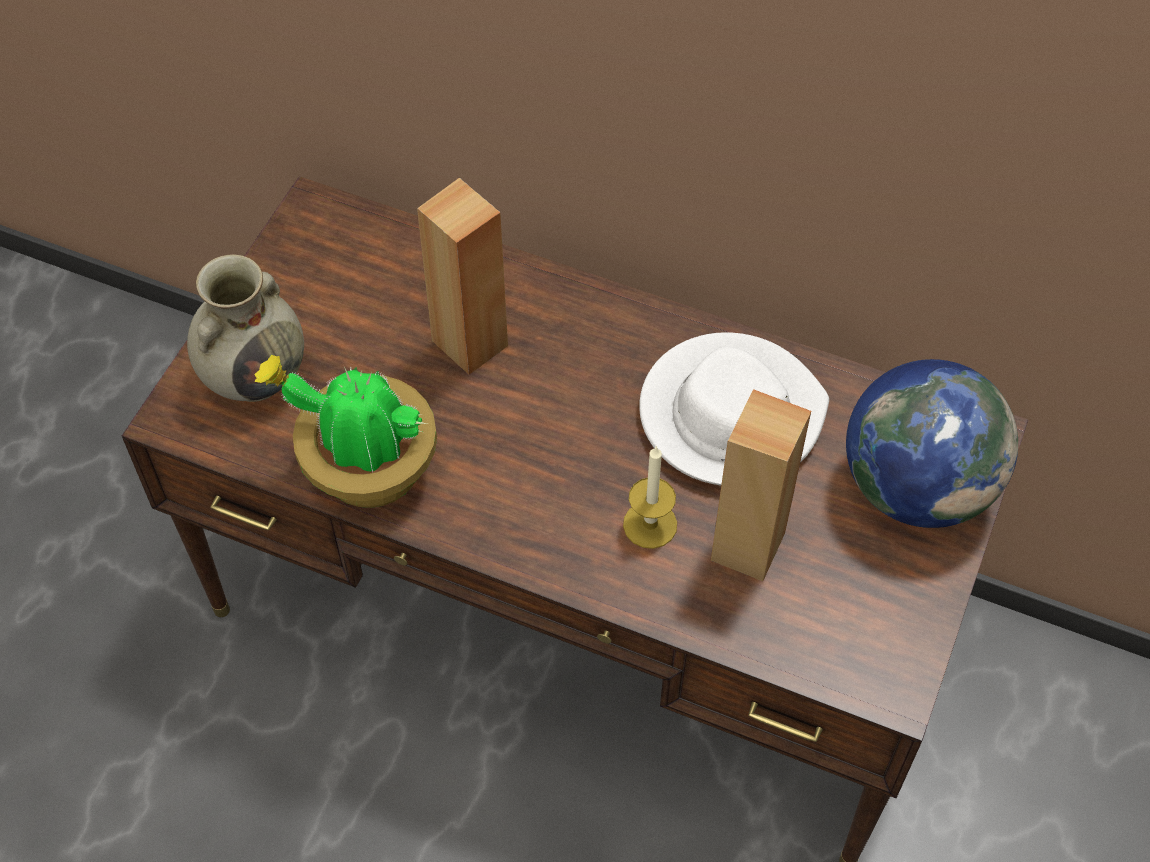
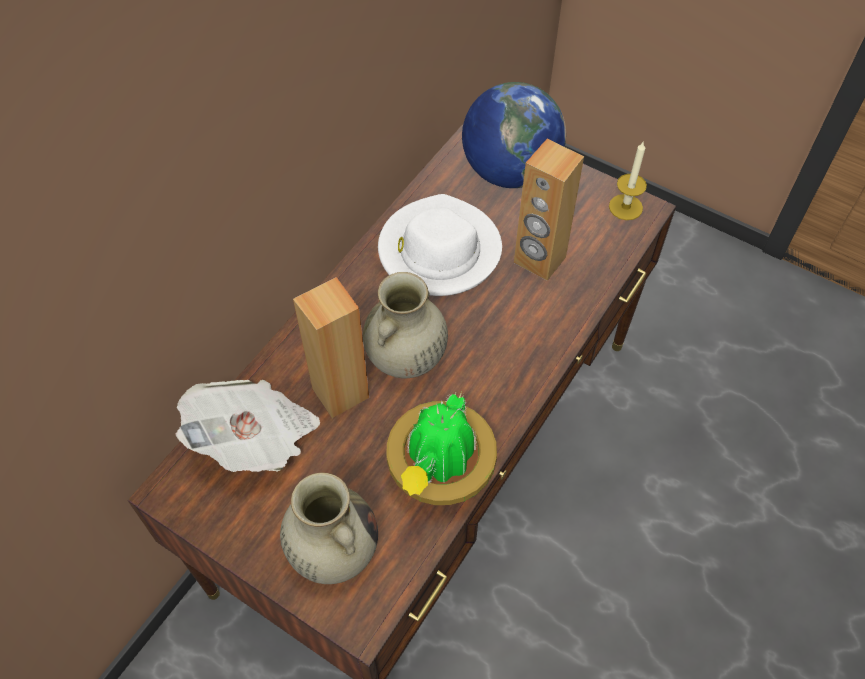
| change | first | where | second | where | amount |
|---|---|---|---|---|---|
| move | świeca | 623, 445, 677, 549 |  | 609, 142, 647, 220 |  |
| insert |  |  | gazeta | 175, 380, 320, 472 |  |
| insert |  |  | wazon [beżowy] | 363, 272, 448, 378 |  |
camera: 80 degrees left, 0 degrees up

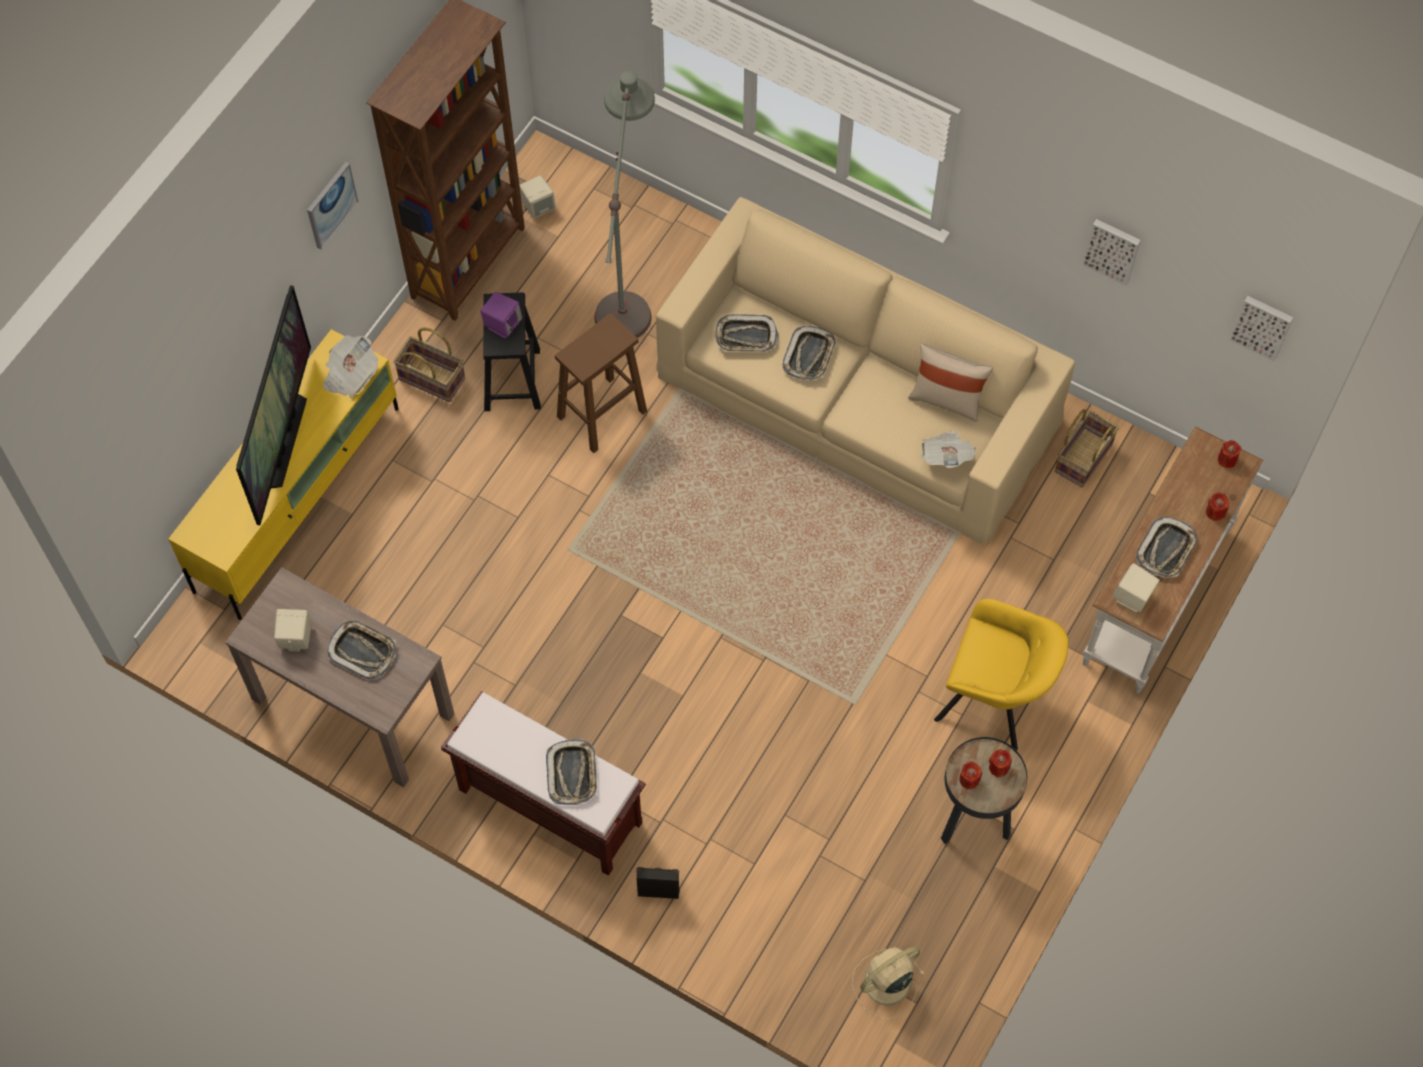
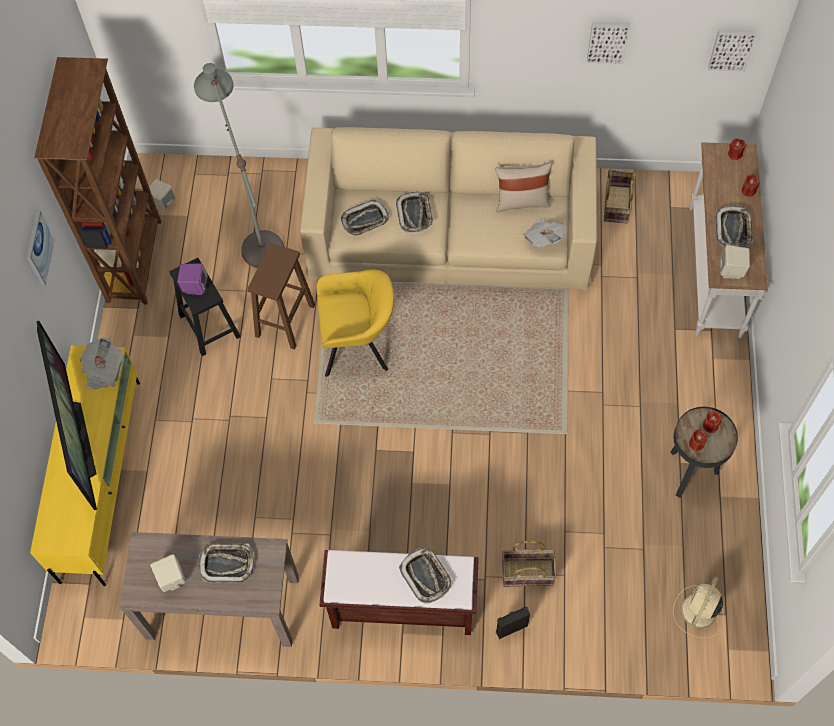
| change | first | where | second | where | amount |
|---|---|---|---|---|---|
| move | koszyk | 394, 327, 465, 402 |  | 502, 540, 557, 587 |  |
| move | fotel [żółty] | 934, 599, 1068, 751 |  | 317, 269, 394, 377 |  |
camera: 25 degrees left, 0 degrees up

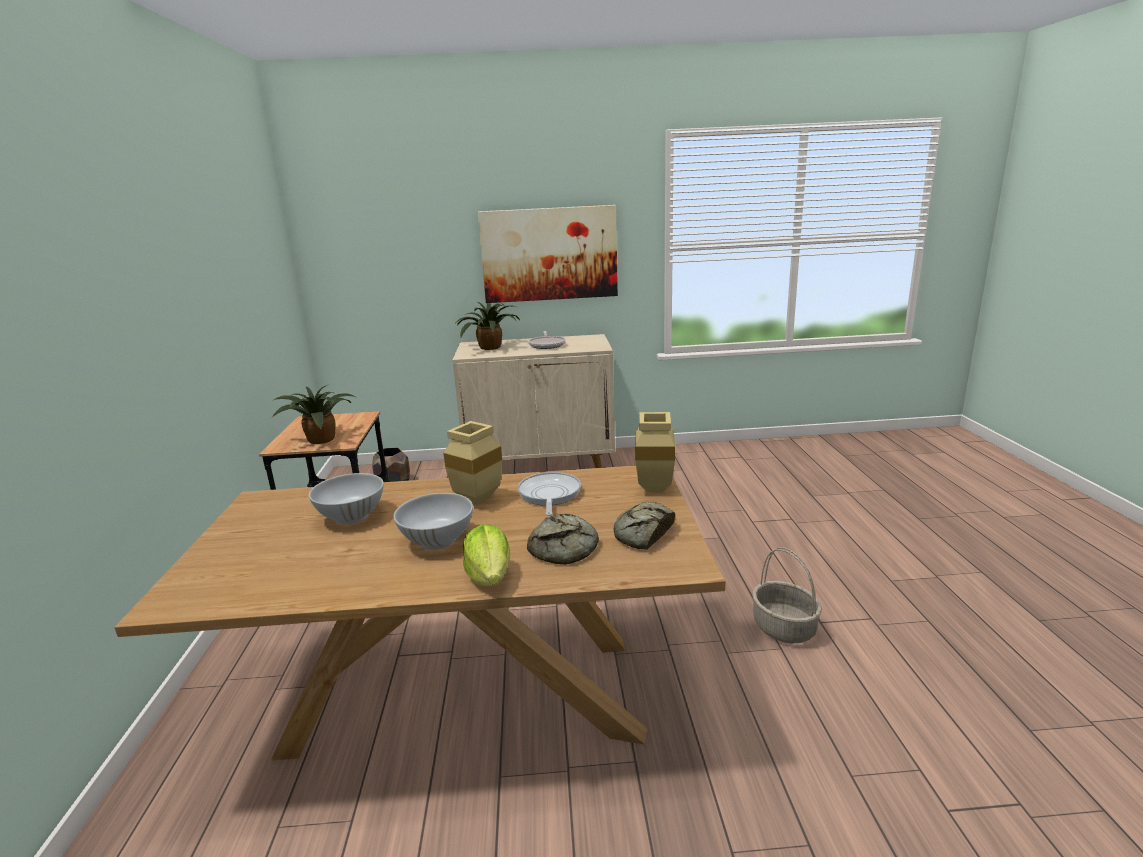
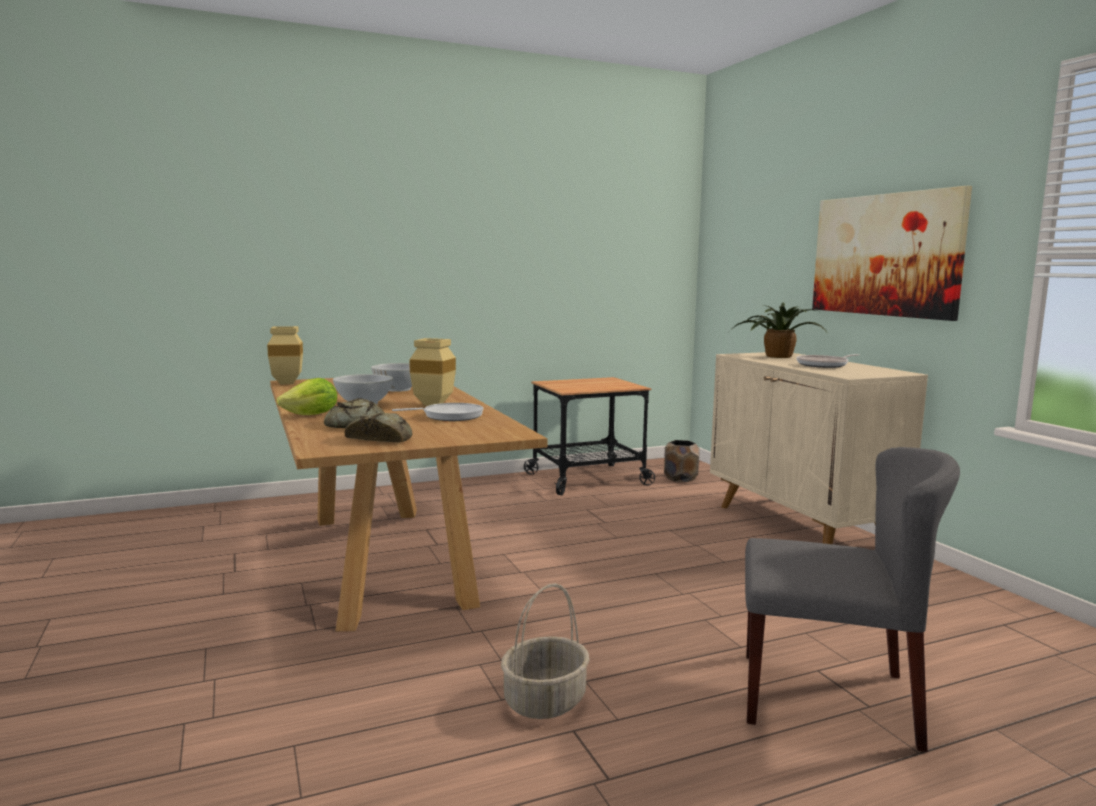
| change | first | where | second | where | amount |
|---|---|---|---|---|---|
| delete | roślina doniczkowa | 272, 384, 355, 444 |  |  |  |
| move | wazon [beżowy] | 635, 412, 675, 493 |  | 267, 326, 303, 384 |  |
| insert |  |  | krzesło [szary] | 745, 447, 960, 752 |  |
camera: 70 degrees right, 10 degrees down

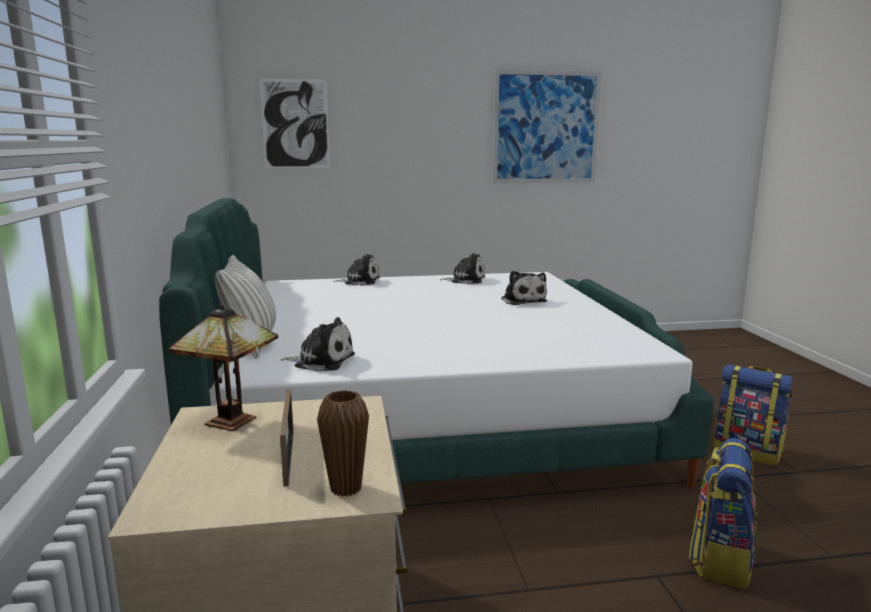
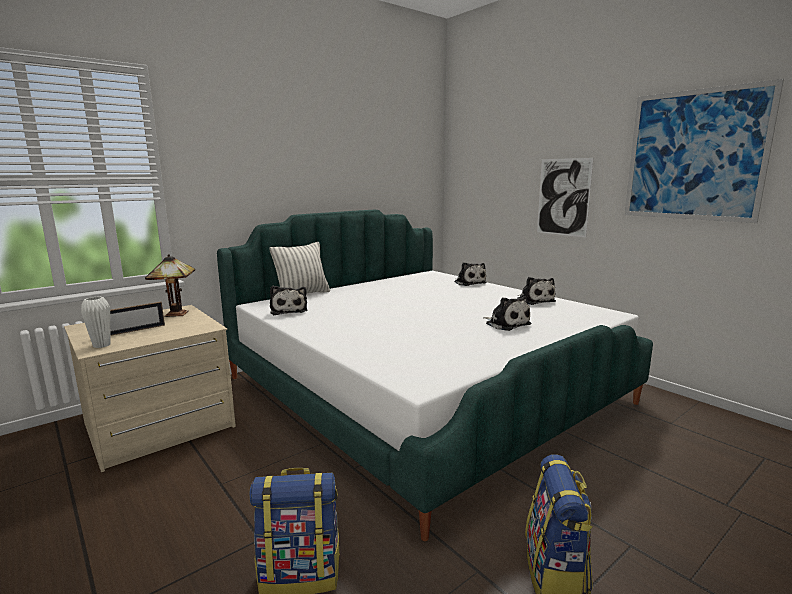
| change | first | where | second | where | amount |
|---|---|---|---|---|---|
| move | obraz | 259, 79, 330, 168 |  | 537, 158, 594, 237 |  |
| recolor | wazon [brązowy] | 317, 390, 369, 497 | wazon [biały] | 81, 296, 111, 348 |  |
| rotate | pluszak | 501, 271, 547, 305 |  | 483, 296, 532, 331 | 75 degrees counterclockwise |
camera: 60 degrees right, 0 degrees up

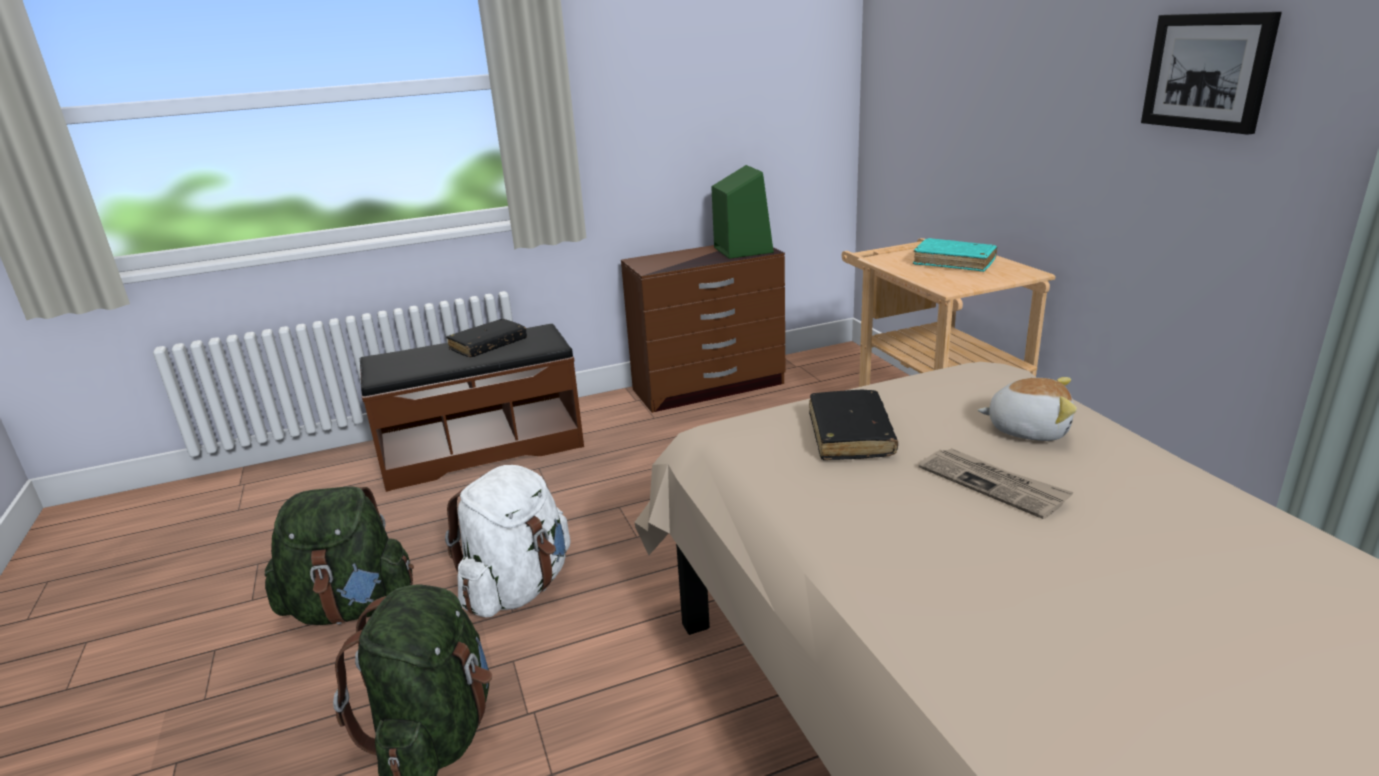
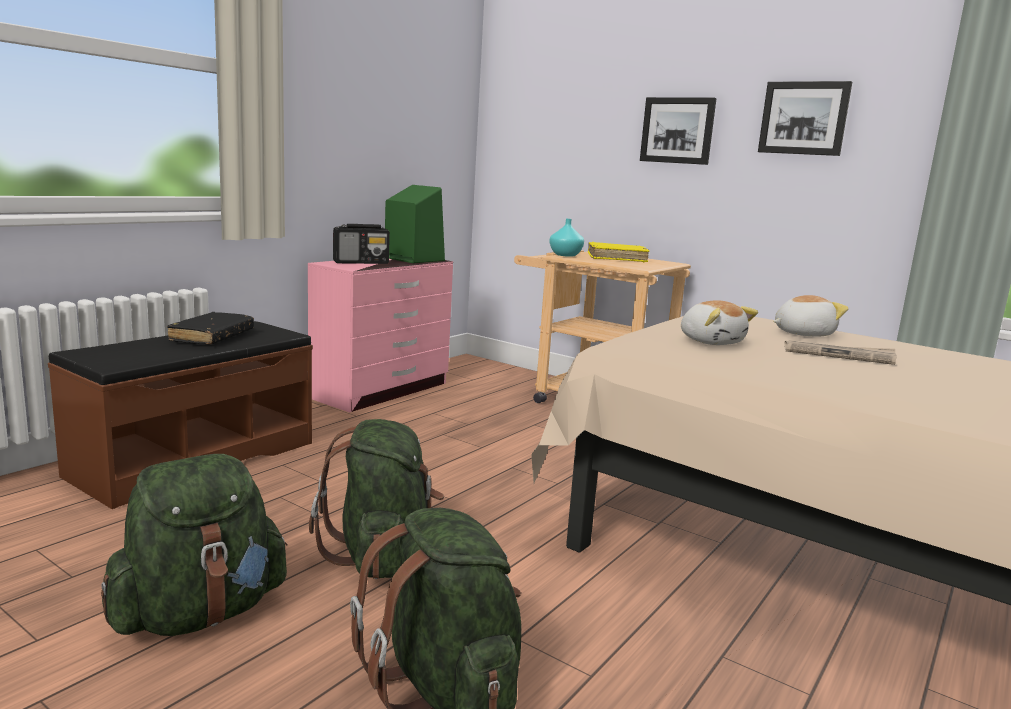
| change | first | where | second | where | amount |
|---|---|---|---|---|---|
| recolor | plecak [biały] | 445, 465, 570, 617 | plecak [zielony] | 309, 419, 444, 579 |  |
| recolor | komoda [brązowy] | 621, 245, 785, 413 | komoda [różowy] | 308, 259, 453, 413 |  |
| replace | książka [czarny] | 809, 390, 898, 460 | pluszak | 681, 300, 758, 345 |  |
| recolor | książka [turkusowy] | 913, 238, 998, 272 | książka [żółty] | 588, 242, 650, 262 |  |
| insert |  |  | radio | 333, 224, 390, 264 |  |
| insert |  |  | wazon [turkusowy] | 549, 219, 584, 257 |  |
| insert |  |  | obraz | 640, 97, 717, 165 |  |
camera: 35 degrees left, 10 degrees down

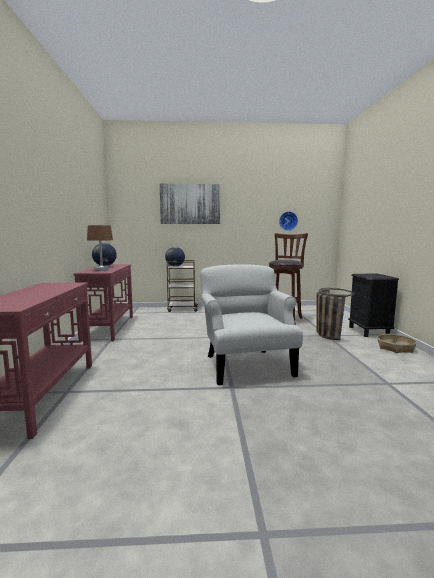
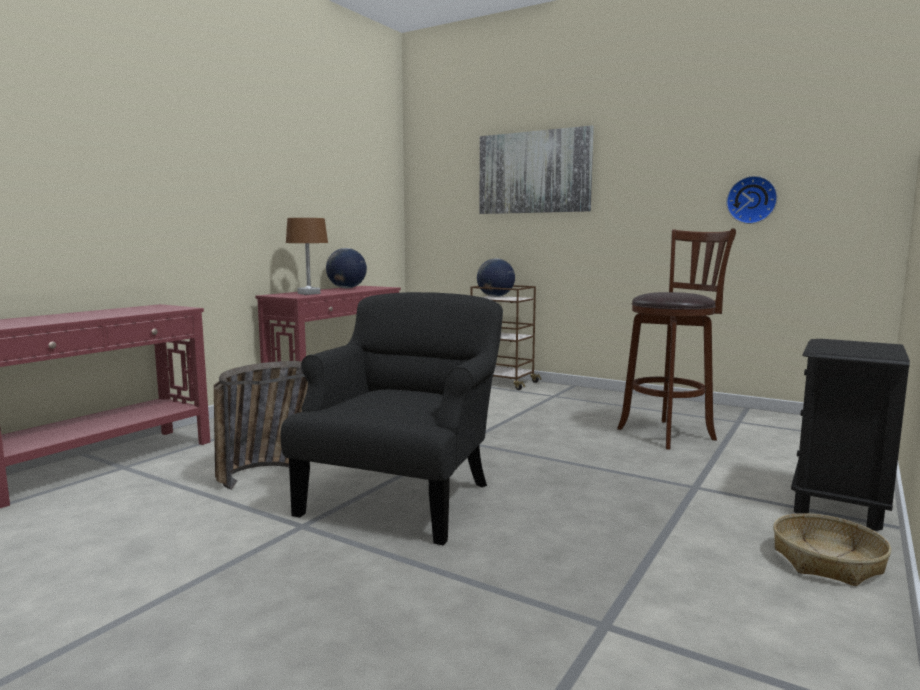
| change | first | where | second | where | amount |
|---|---|---|---|---|---|
| recolor | fotel [biały] | 200, 264, 303, 385 | fotel [czarny] | 281, 292, 503, 545 |  |
| move | koszyk | 316, 288, 355, 340 |  | 214, 361, 308, 490 |  |
camera: 35 degrees right, 0 degrees up

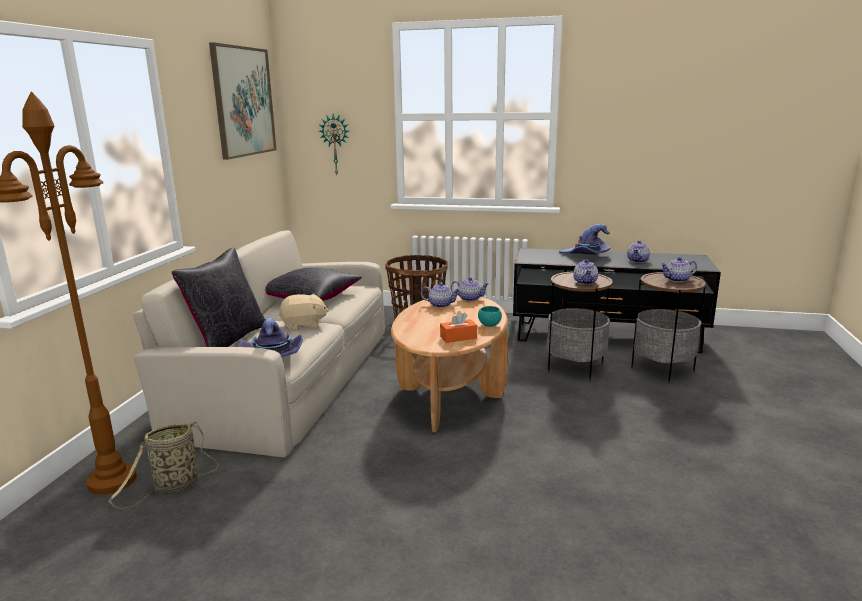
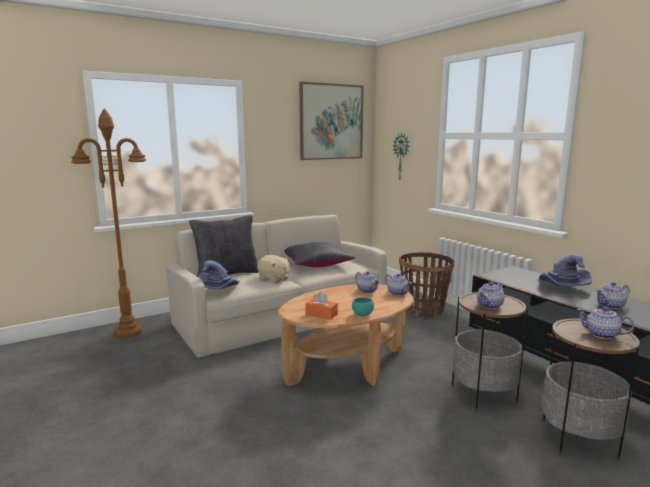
| change | first | where | second | where | amount |
|---|---|---|---|---|---|
| delete | koszyk | 109, 421, 219, 509 |  |  |  |
camera: 45 degrees right, 5 degrees down

